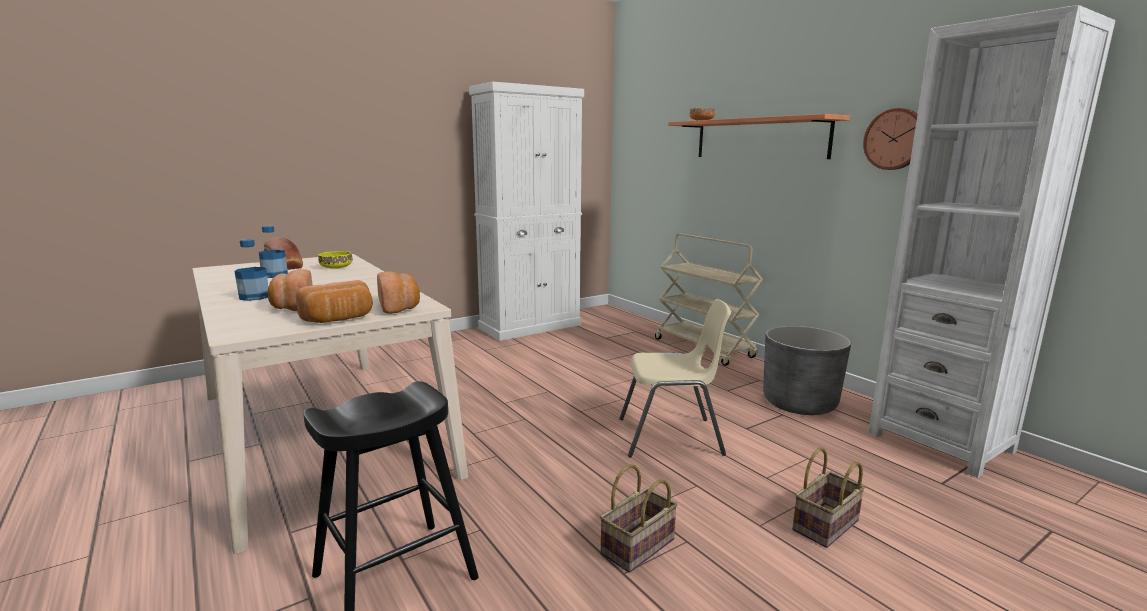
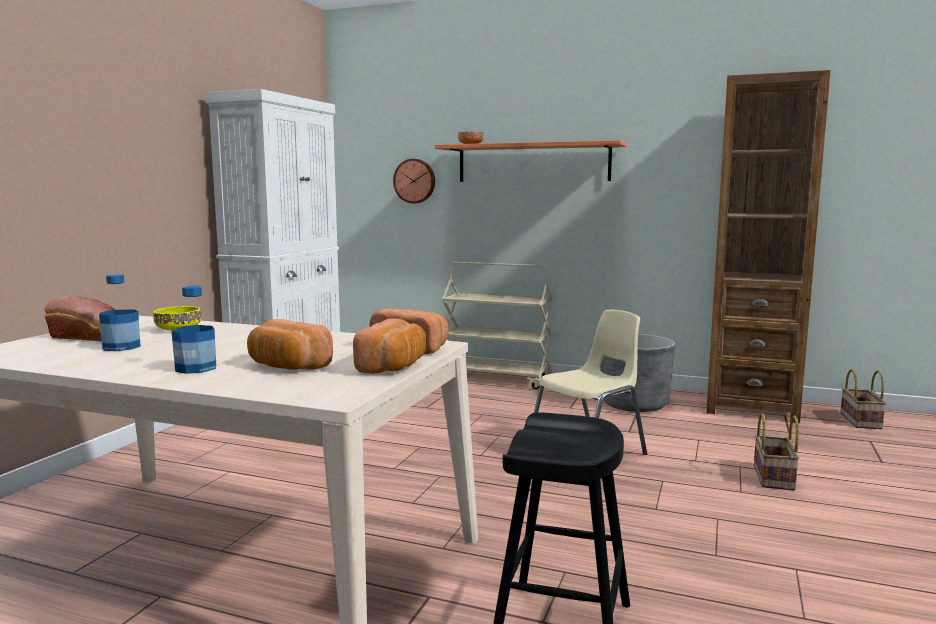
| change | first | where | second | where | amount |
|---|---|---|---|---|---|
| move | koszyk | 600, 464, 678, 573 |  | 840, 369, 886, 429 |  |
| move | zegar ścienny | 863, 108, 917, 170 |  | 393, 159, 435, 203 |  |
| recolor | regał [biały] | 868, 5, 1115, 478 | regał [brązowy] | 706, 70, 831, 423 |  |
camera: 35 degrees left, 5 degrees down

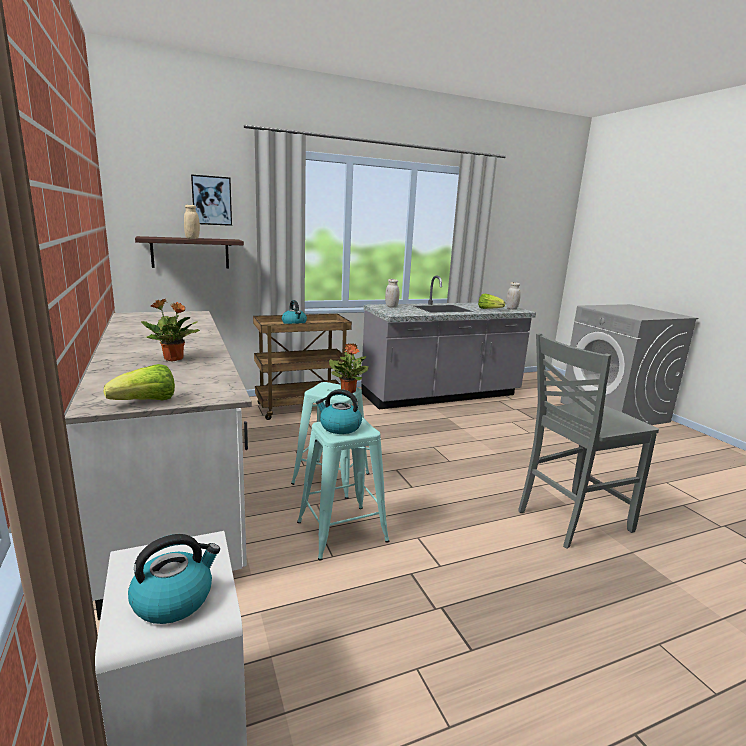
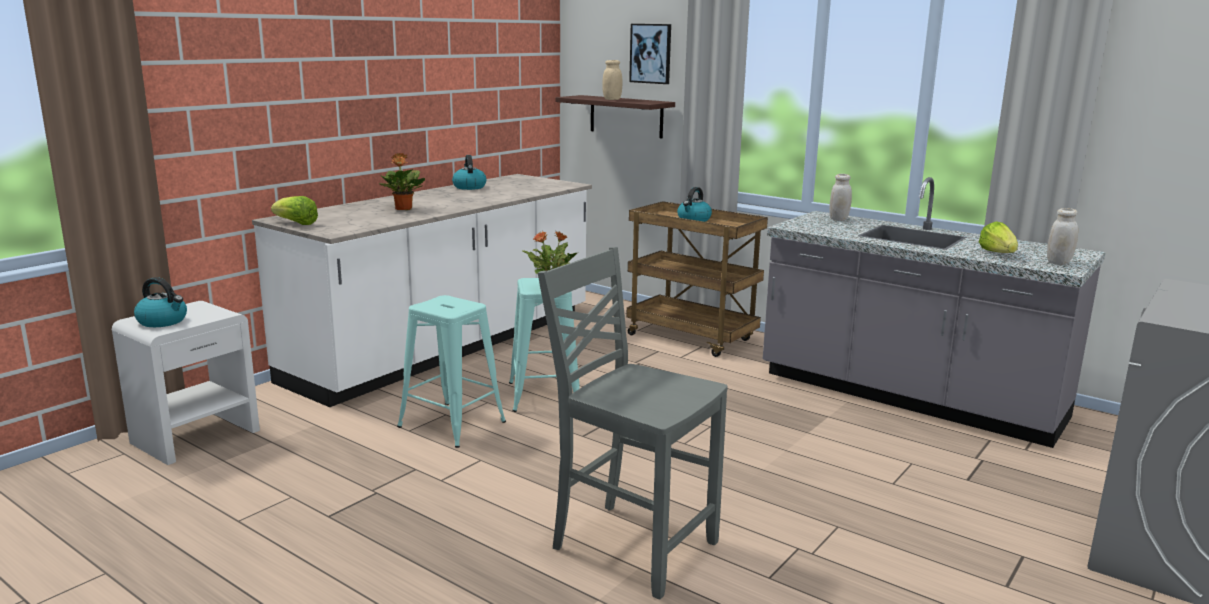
| change | first | where | second | where | amount |
|---|---|---|---|---|---|
| move | czajnik | 316, 389, 362, 434 |  | 452, 155, 486, 190 |  |
camera: 60 degrees right, 0 degrees up

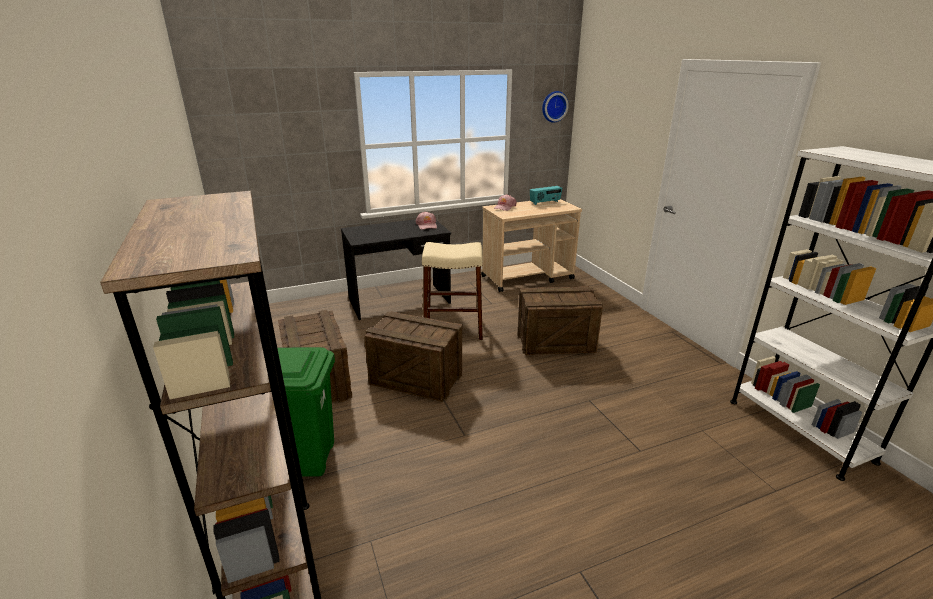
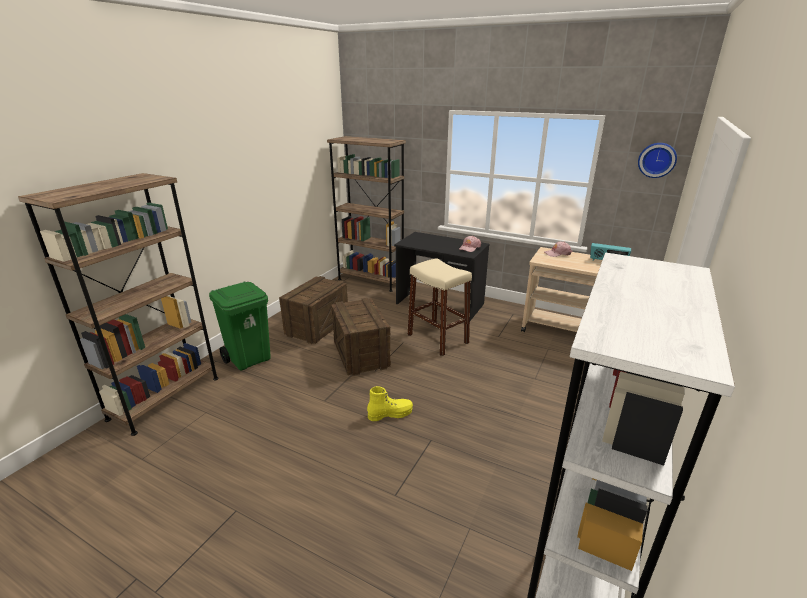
| change | first | where | second | where | amount |
|---|---|---|---|---|---|
| delete | skrzynka | 517, 286, 603, 355 |  |  |  |
| insert |  |  | regał [brązowy] | 327, 136, 406, 292 |  |
| insert |  |  | but z cholewką [żółty] | 367, 386, 413, 421 |  |
camera: 50 degrees right, 0 degrees up

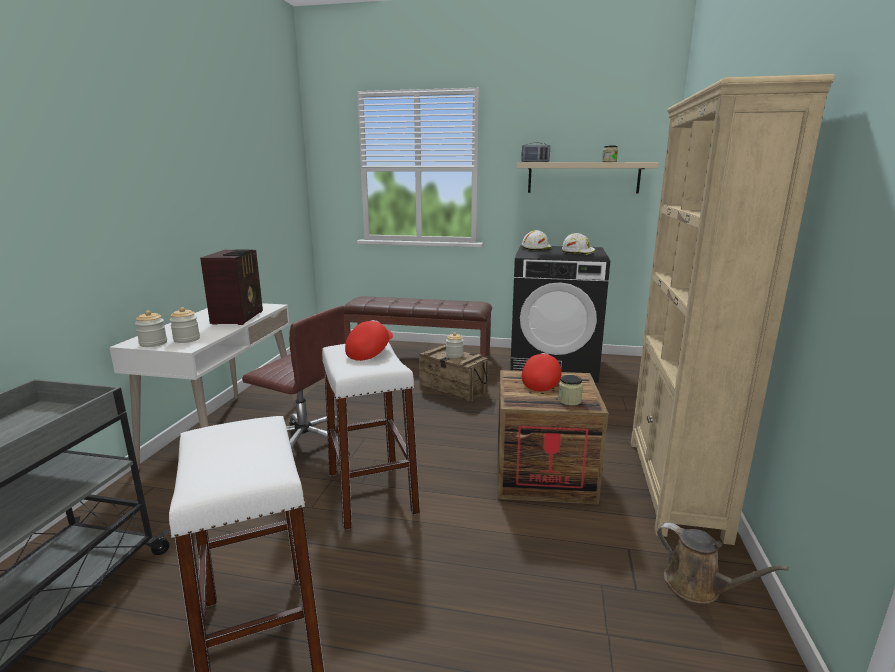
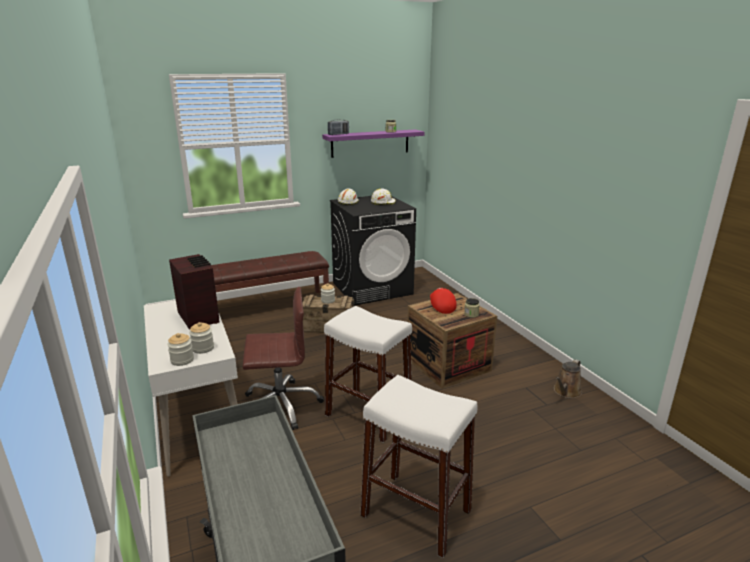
| change | first | where | second | where | amount |
|---|---|---|---|---|---|
| delete | czapka z daszkiem [czerwony] | 345, 320, 393, 361 |  |  |  |
| recolor | półka [beżowy] | 517, 162, 659, 194 | półka [fioletowy] | 322, 130, 425, 158 |  |
| delete | regał [beżowy] | 631, 74, 834, 545 |  |  |  |
| rotate | konewka [brązowy] | 657, 523, 789, 604 |  | 554, 359, 582, 398 | 120 degrees clockwise |
camera: 35 degrees left, 5 degrees up

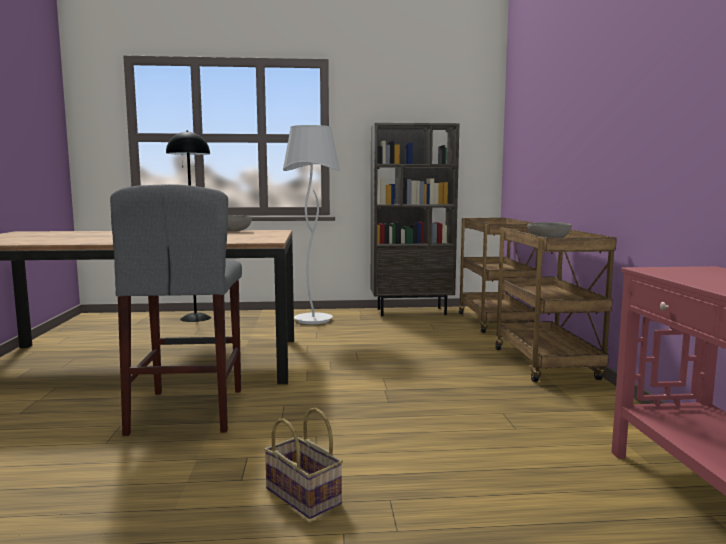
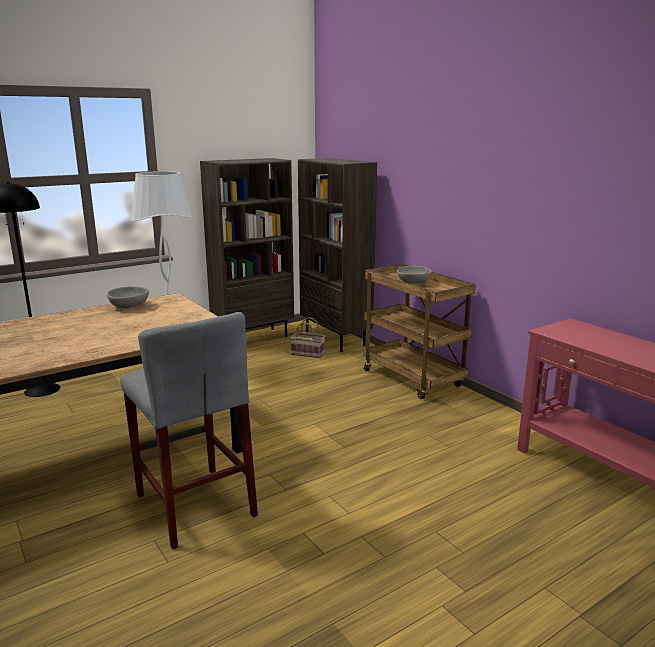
| change | first | where | second | where | amount |
|---|---|---|---|---|---|
| move | koszyk | 264, 408, 343, 519 |  | 290, 317, 325, 358 |  |
| replace | wózek [brązowy] | 459, 218, 538, 333 | regał [brązowy] | 298, 158, 377, 352 |  |
camera: 30 degrees left, 10 degrees up

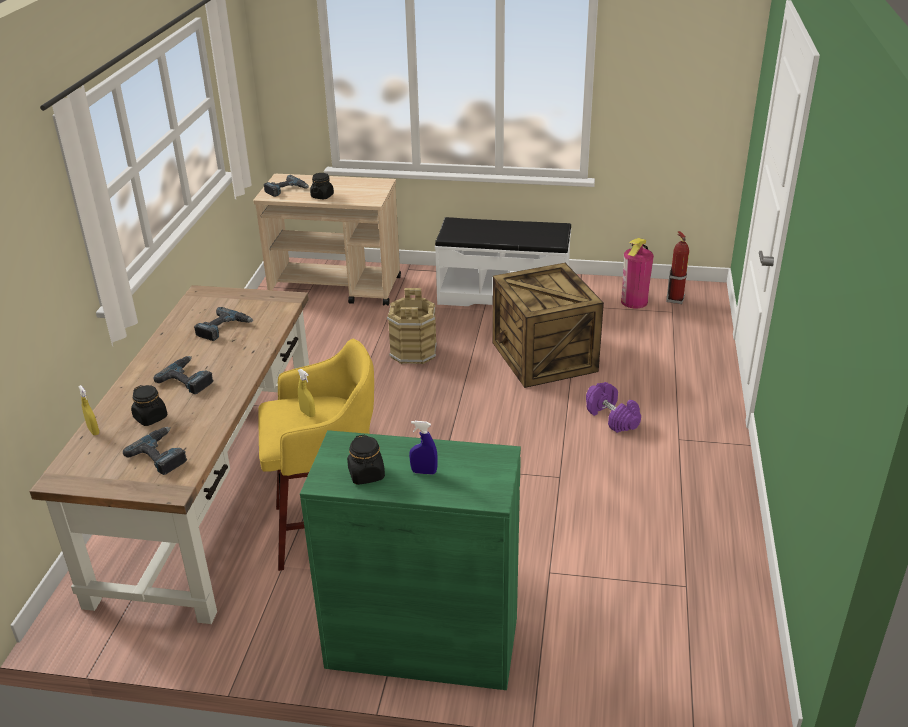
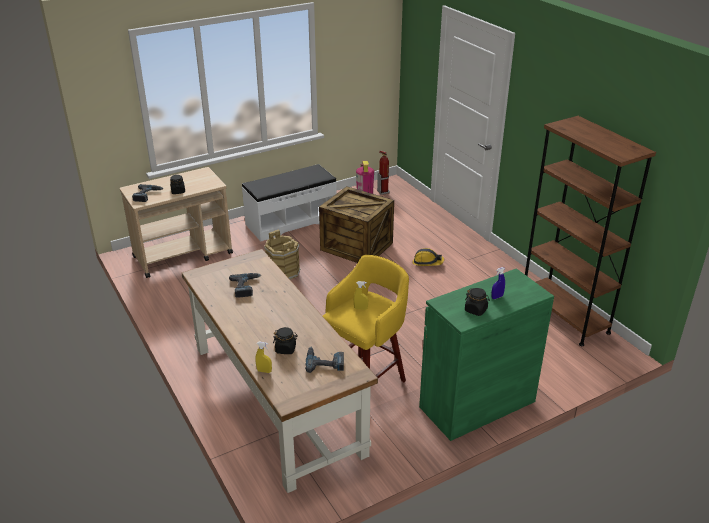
| change | first | where | second | where | amount |
|---|---|---|---|---|---|
| delete | wiertarka | 154, 356, 213, 394 |  |  |  |
| replace | hantel [fioletowy] | 586, 382, 641, 433 | kask | 412, 248, 444, 266 |  |
| insert |  |  | regał [brązowy] | 525, 116, 656, 346 |  |
camera: 40 degrees left, 0 degrees up

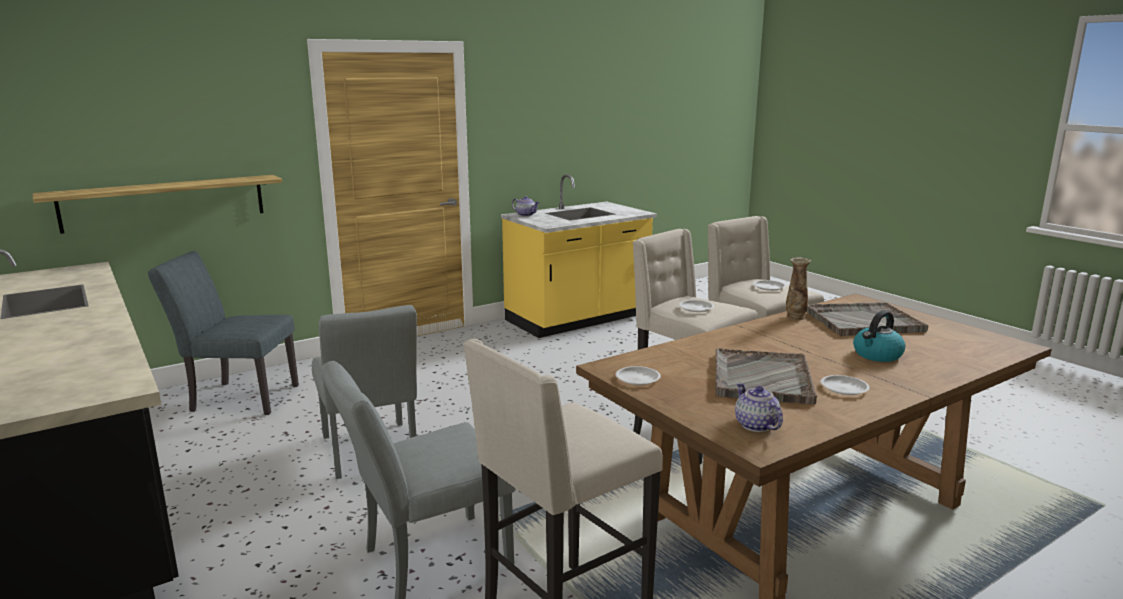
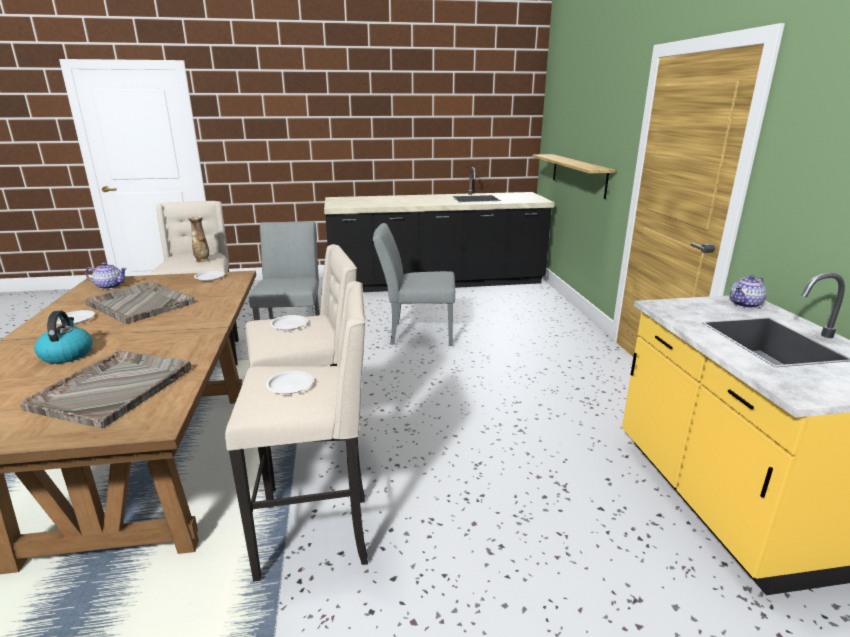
| change | first | where | second | where | amount |
|---|---|---|---|---|---|
| delete | krzesło [szary] | 148, 251, 299, 415 |  |  |  |
| move | wazon | 786, 257, 811, 320 |  | 188, 216, 209, 262 |  |
camera: 115 degrees right, 5 degrees up

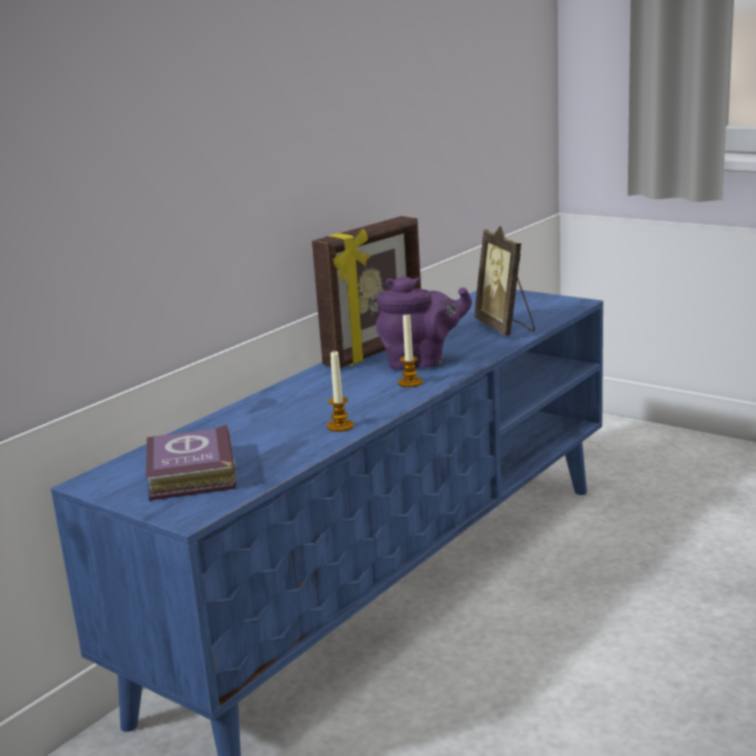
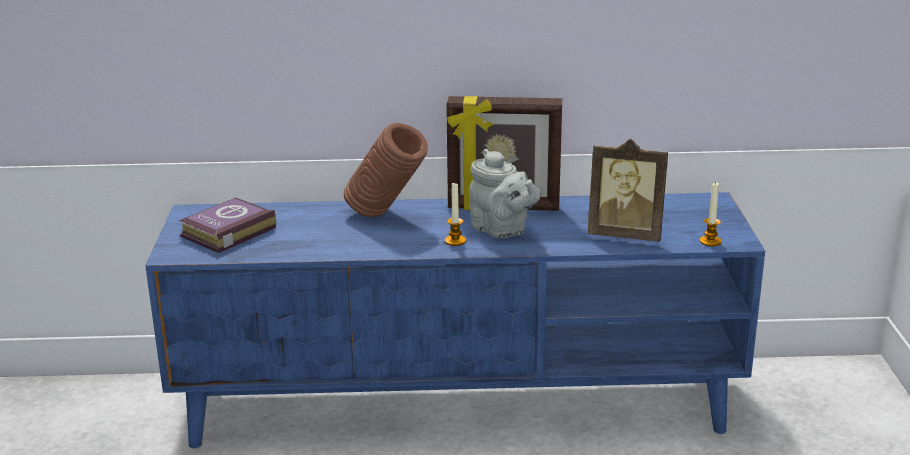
| change | first | where | second | where | amount |
|---|---|---|---|---|---|
| move | świeca | 327, 351, 354, 432 |  | 699, 183, 722, 246 |  |
| recolor | imbryk [fioletowy] | 376, 276, 472, 370 | imbryk [szary] | 469, 149, 541, 239 |  |
| rotate | ramka na zdjęcie | 474, 226, 535, 336 |  | 587, 139, 668, 242 | 105 degrees counterclockwise |
| insert |  |  | wazon [brązowy] | 344, 123, 428, 217 |  |
camera: 50 degrees right, 5 degrees up

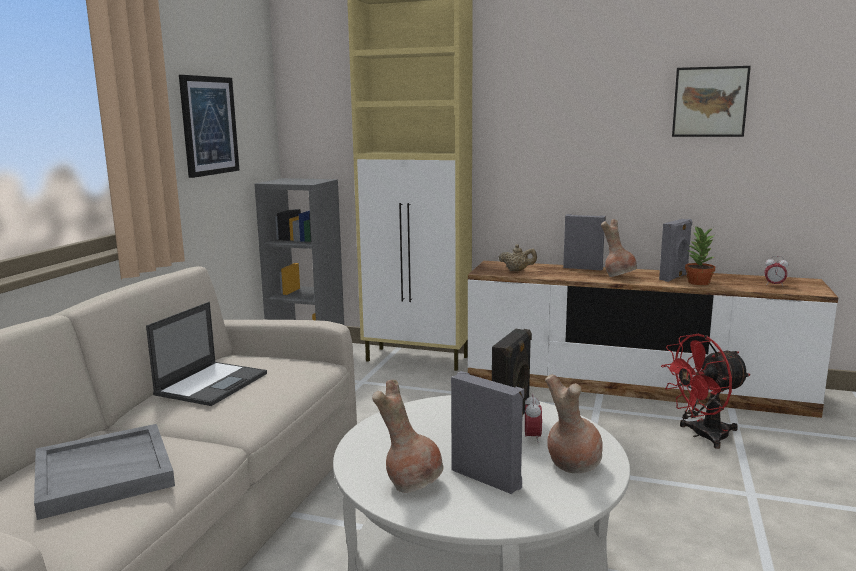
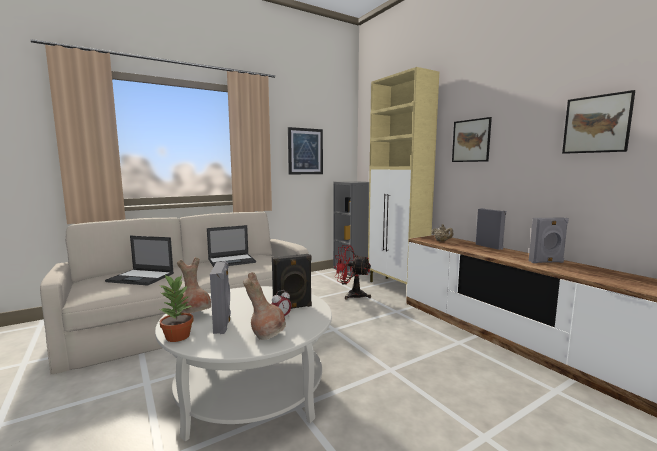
| change | first | where | second | where | amount |
|---|---|---|---|---|---|
| replace | taca [szary] | 34, 424, 175, 520 | laptop | 105, 236, 174, 286 |  |
| delete | wazon [brązowy] | 601, 219, 637, 277 |  |  |  |
| move | wentylator [czerwony] | 661, 334, 750, 449 |  | 335, 245, 371, 300 |  |
| move | roślina doniczkowa | 685, 227, 715, 285 |  | 158, 275, 194, 342 |  |
| delete | budzik | 764, 256, 789, 286 |  |  |  |
| insert |  |  | obraz | 452, 117, 492, 162 |  |
camera: 40 degrees right, 5 degrees down

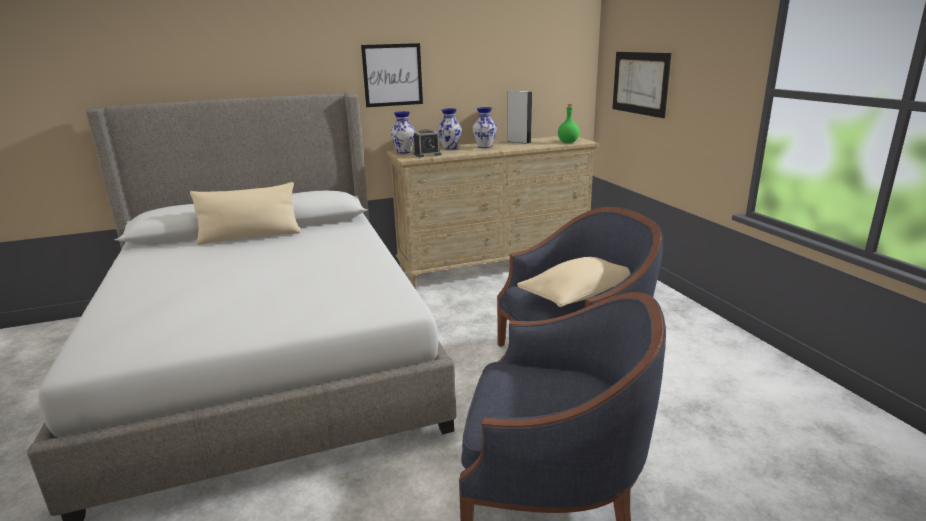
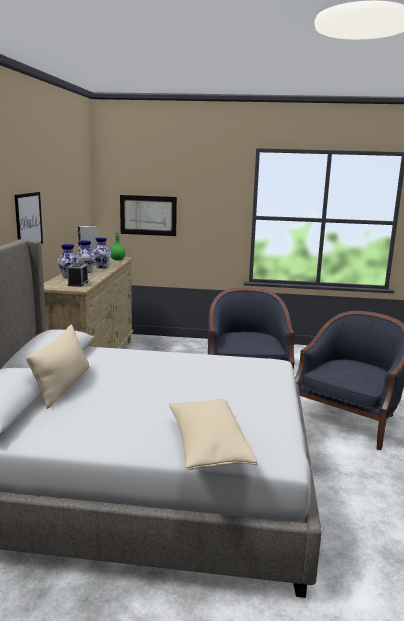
| change | first | where | second | where | amount |
|---|---|---|---|---|---|
| move | wazon | 391, 111, 416, 153 |  | 93, 237, 111, 269 |  |
| move | poduszka [beżowy] | 517, 257, 630, 307 |  | 169, 399, 258, 470 |  |
camera: 65 degrees left, 5 degrees down

